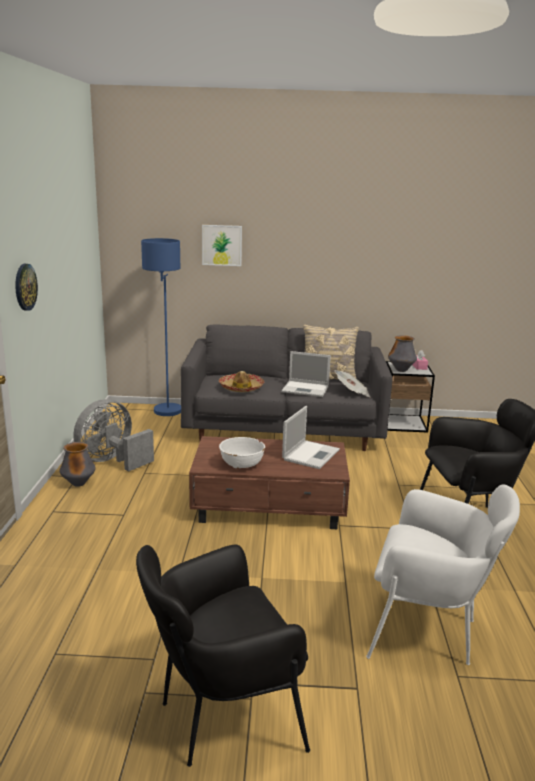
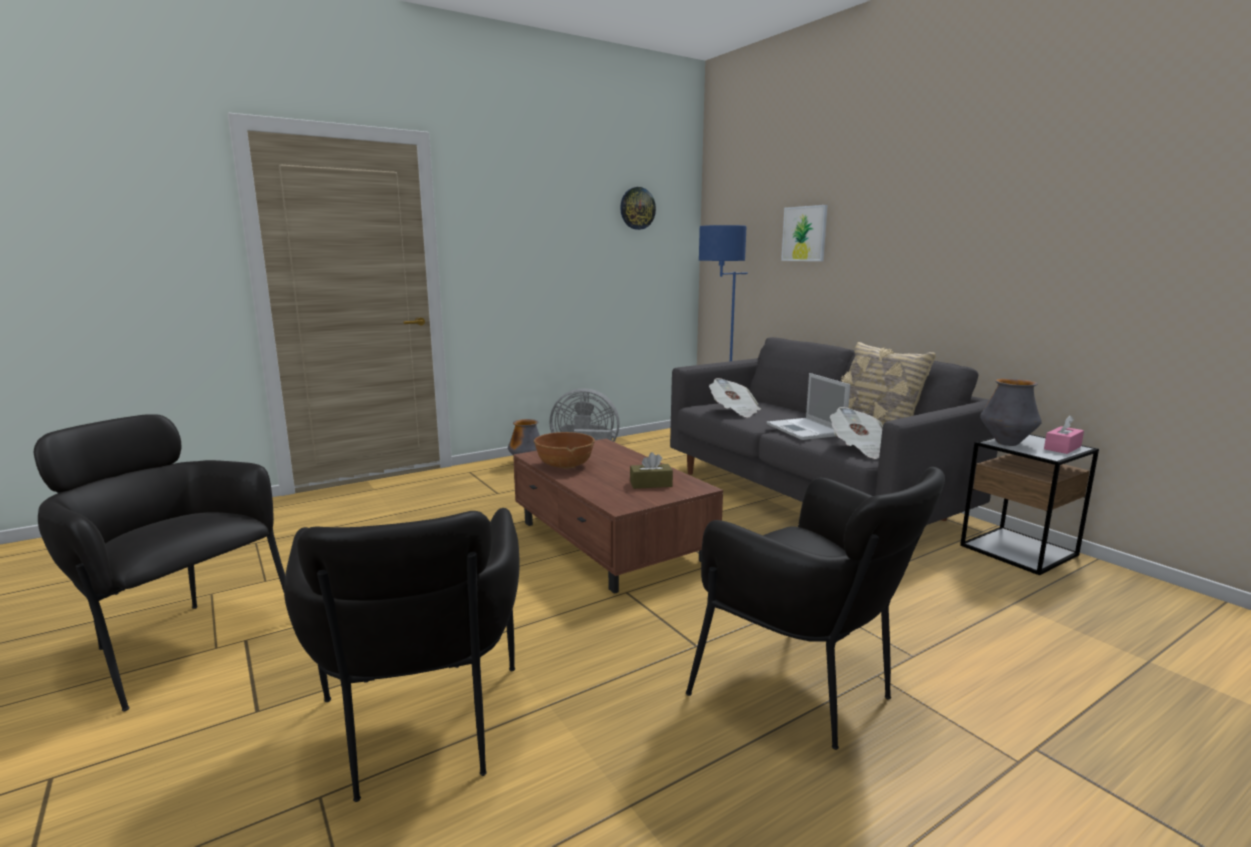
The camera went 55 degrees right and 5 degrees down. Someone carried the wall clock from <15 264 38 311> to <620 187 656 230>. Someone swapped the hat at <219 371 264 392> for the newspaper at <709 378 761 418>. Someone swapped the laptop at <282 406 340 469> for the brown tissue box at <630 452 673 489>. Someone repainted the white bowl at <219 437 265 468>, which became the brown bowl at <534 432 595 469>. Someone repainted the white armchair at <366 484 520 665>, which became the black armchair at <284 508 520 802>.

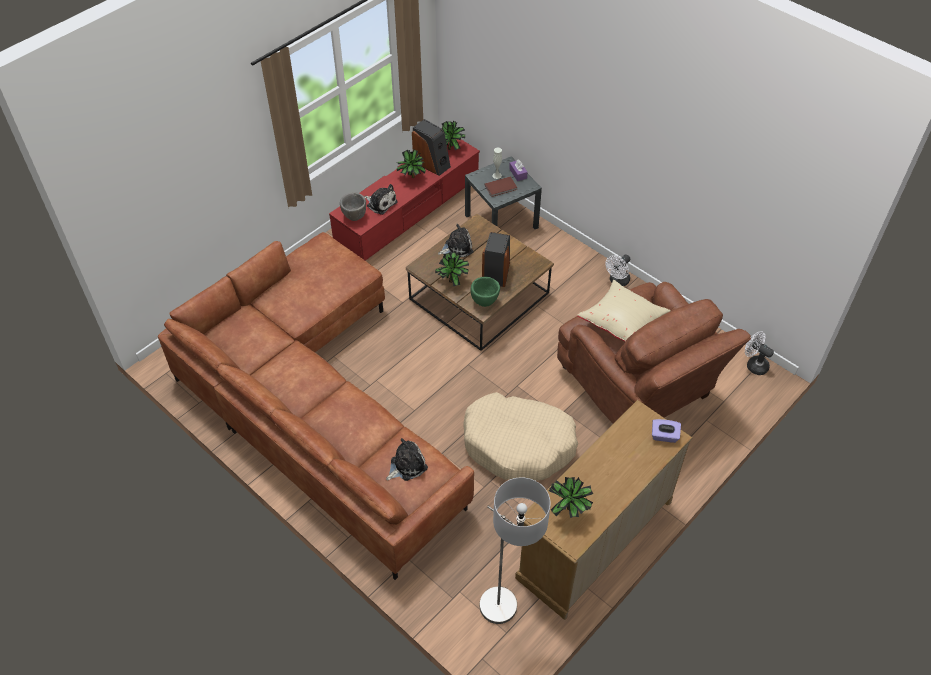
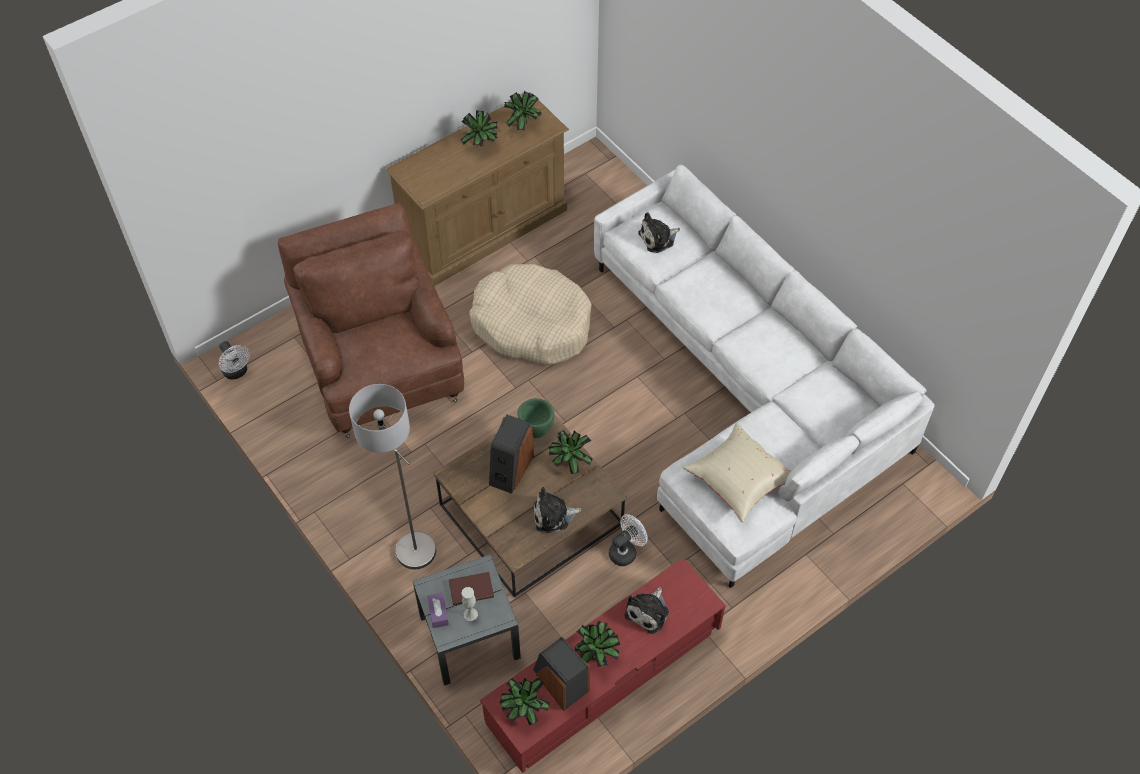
The camera went 170 degrees left and 5 degrees up. Someone rotated the plush toy at <364 184 398 215> by 105 degrees counterclockwise. Someone took away the grey bowl at <340 192 366 221>. Someone repainted the brown sofa at <158 232 474 580>, which became the white sofa at <594 165 935 588>. Someone carried the white fan from <605 255 630 286> to <609 514 648 566>. Someone carried the beige pillow from <577 280 671 342> to <683 423 791 522>. Someone took away the purple tissue box at <652 419 681 443>. Someone carried the grey floor lamp from <480 477 551 624> to <349 384 436 569>. Someone put down the potted plant at <461 110 498 146>.

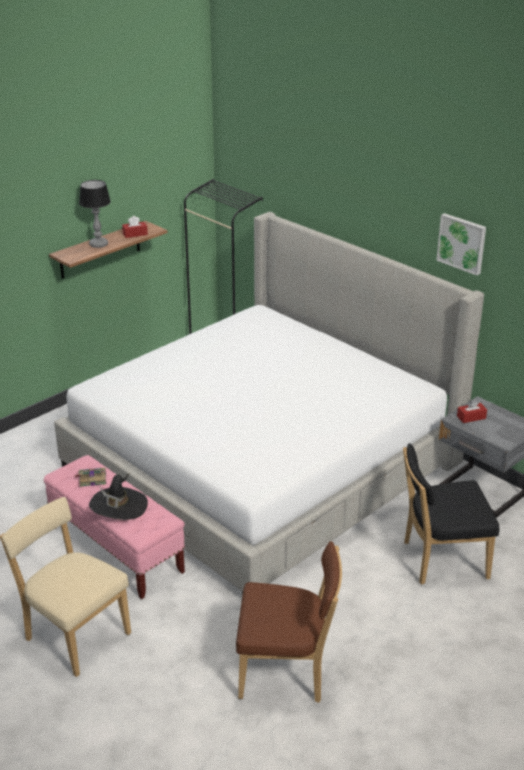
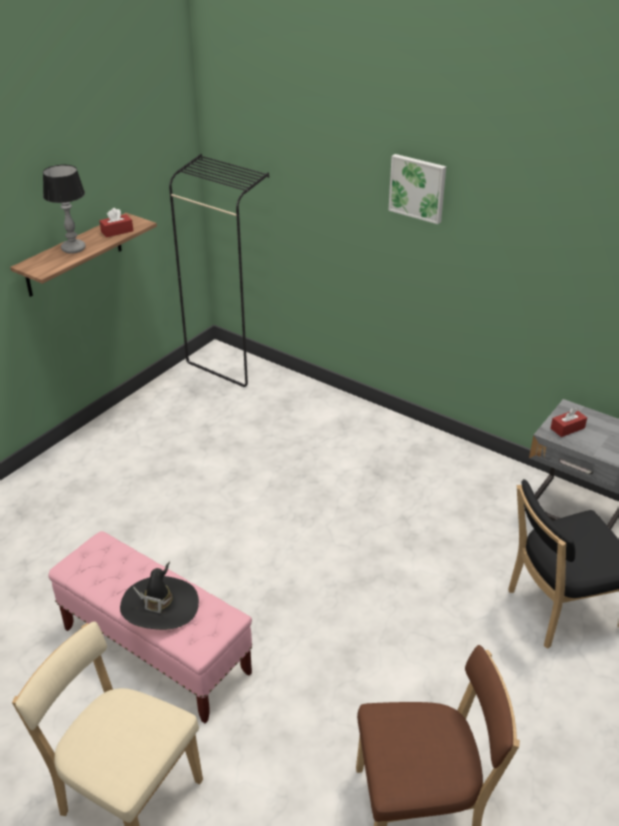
The camera went 10 degrees left and 5 degrees up. Someone took away the bed at <54 212 484 593>. Someone carried the picture from <436 213 486 275> to <388 154 446 224>. Someone took away the book at <74 468 106 487>.

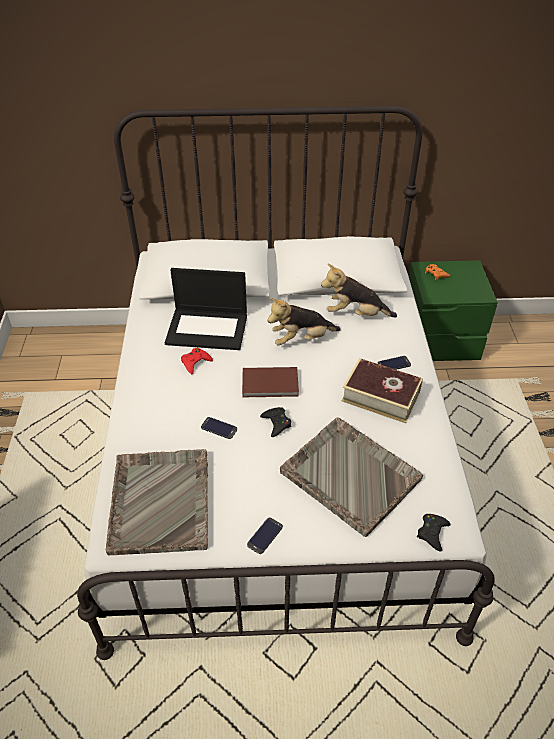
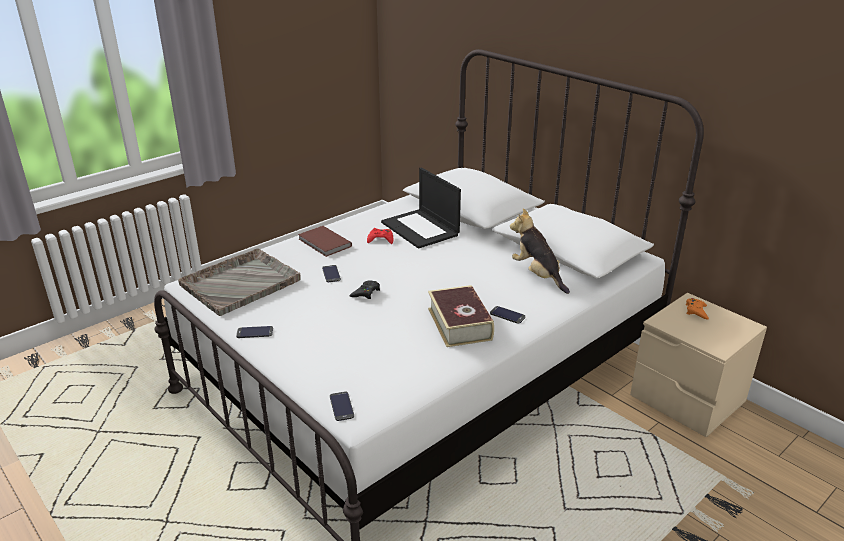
The camera went 50 degrees right and 15 degrees down. Someone repainted the green nightstand at <409 260 498 361>, which became the beige nightstand at <630 293 767 437>. Someone took away the plush toy at <268 298 341 346>. Someone carried the brown book from <242 367 299 397> to <298 226 352 257>. Someone took away the grey tray at <280 418 423 537>. Someone swapped the black game controller at <417 514 451 552> for the phone at <330 391 354 421>.

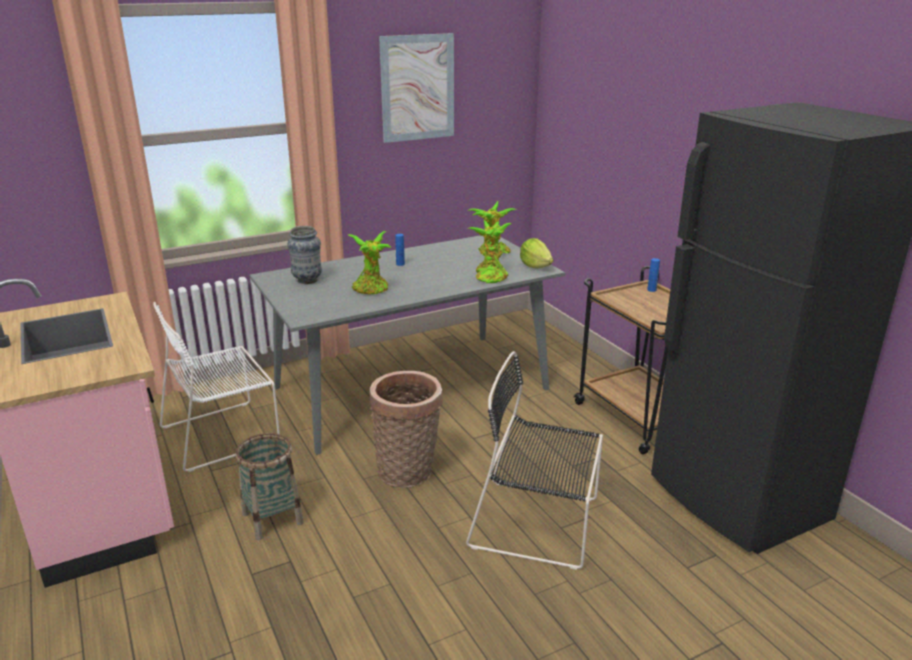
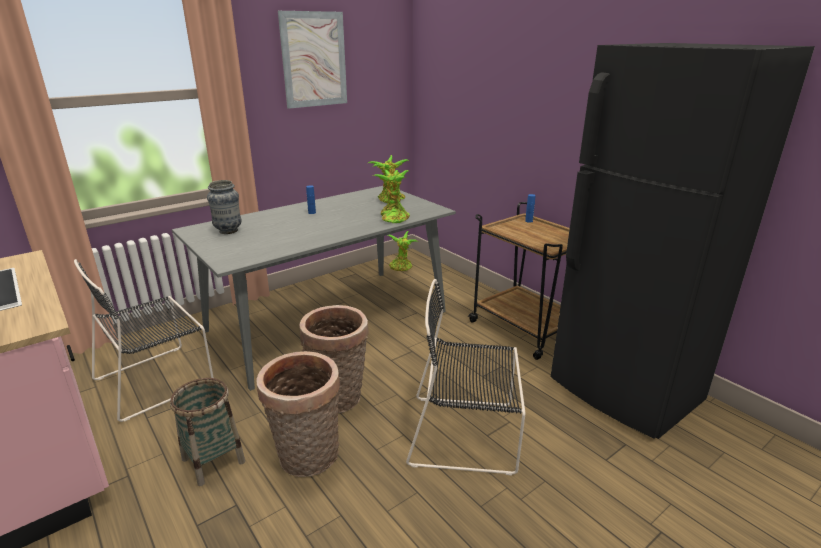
The camera went 10 degrees left and 0 degrees up. Someone carried the potted plant from <349 231 392 294> to <388 231 418 271>. Someone took away the lettuce at <520 238 554 269>. Someone repainted the white chair at <153 302 280 472>, which became the black chair at <74 259 214 422>. Someone put down the basket at <256 351 340 477>.

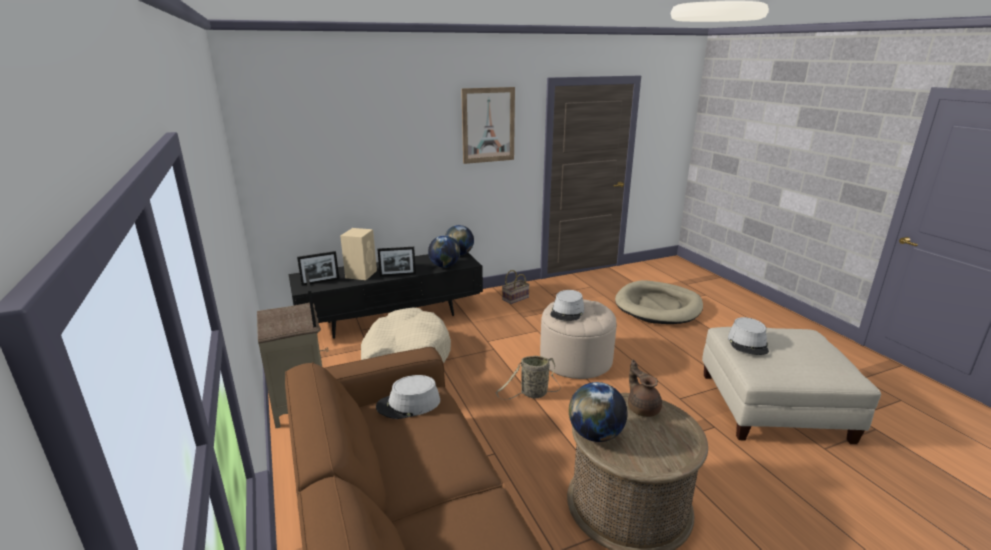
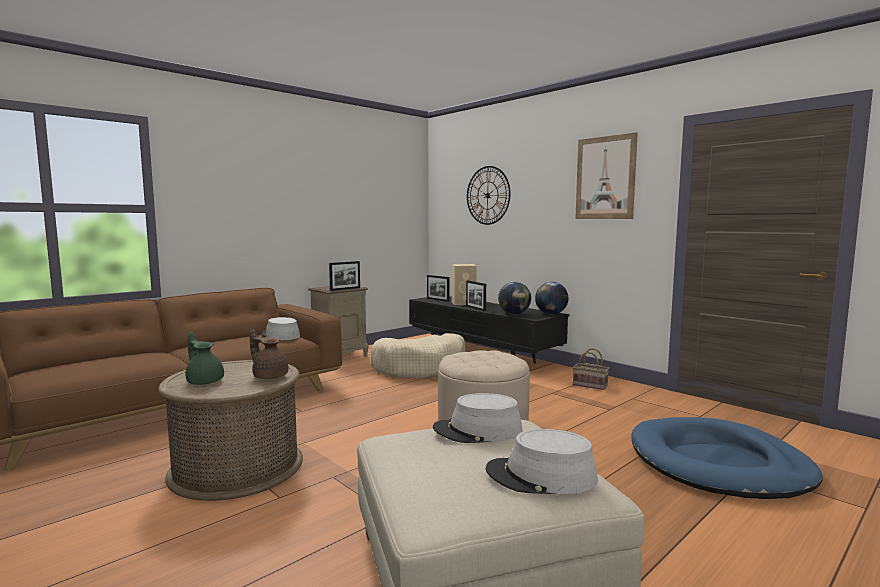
The camera went 70 degrees right and 15 degrees down. Someone repainted the beige dog bed at <615 280 703 324>, which became the blue dog bed at <631 417 823 499>. Someone carried the grey hat from <550 290 584 321> to <486 429 598 494>. Someone took away the basket at <496 356 561 400>. Someone rotated the brown teapot at <628 360 662 417> by 105 degrees counterclockwise. Someone took away the globe at <569 382 628 442>. Someone put up the wall clock at <467 166 510 225>. Someone put down the green teapot at <185 332 224 385>.

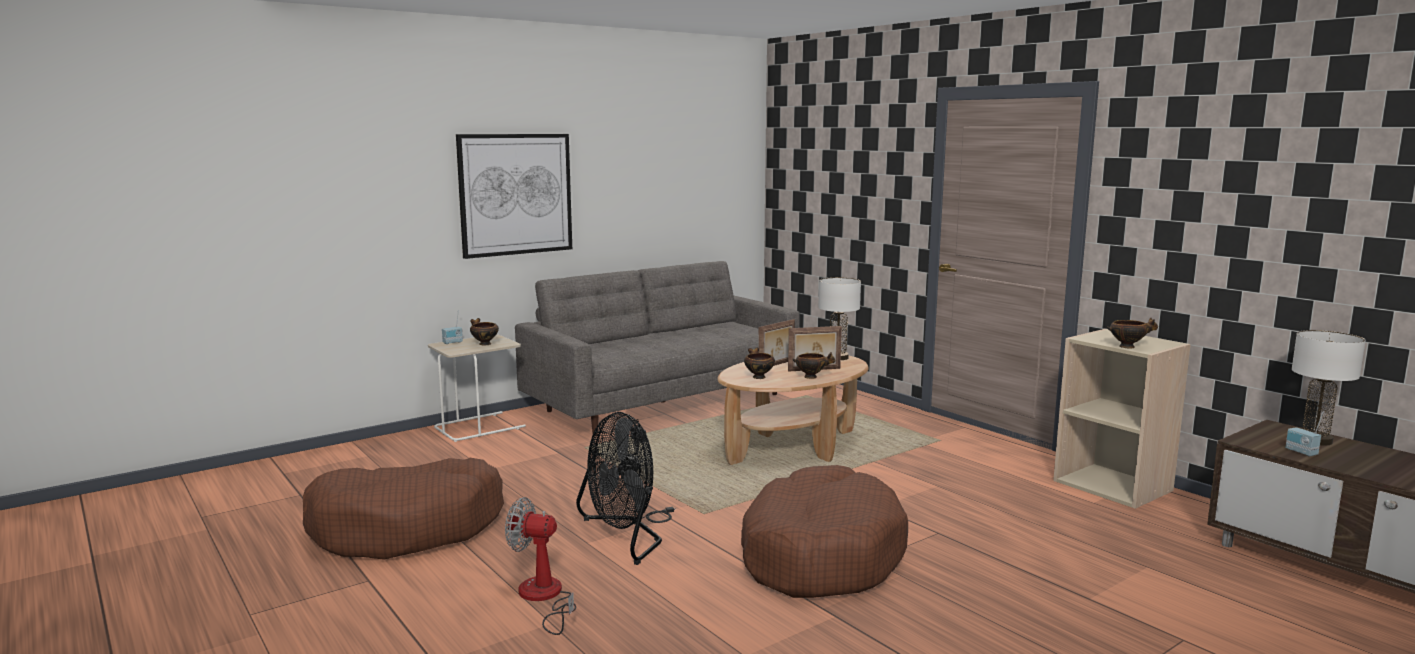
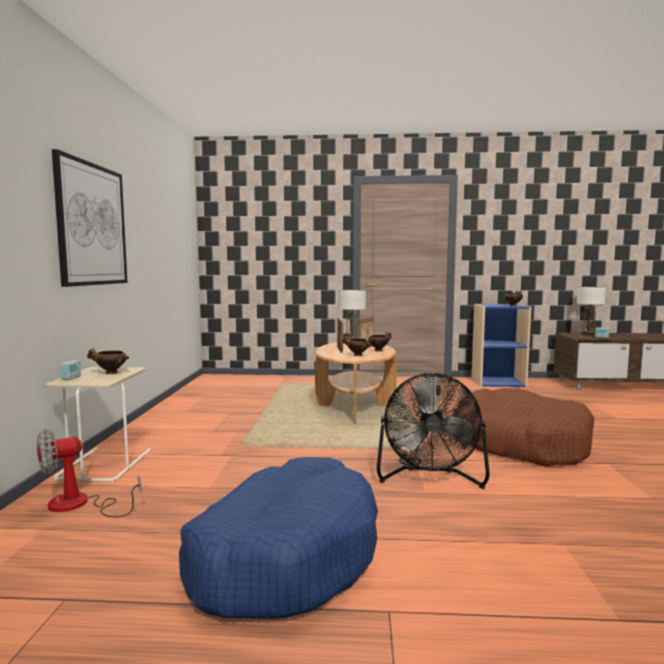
The camera went 50 degrees left and 5 degrees down. Someone took away the grey sofa at <515 261 800 436>. Someone repainted the beige bookcase at <1053 329 1191 509>, which became the blue bookcase at <472 304 531 387>. Someone repainted the brown dog bed at <303 458 504 560>, which became the blue dog bed at <179 457 378 619>. Someone carried the fan from <505 497 576 635> to <37 429 142 517>.

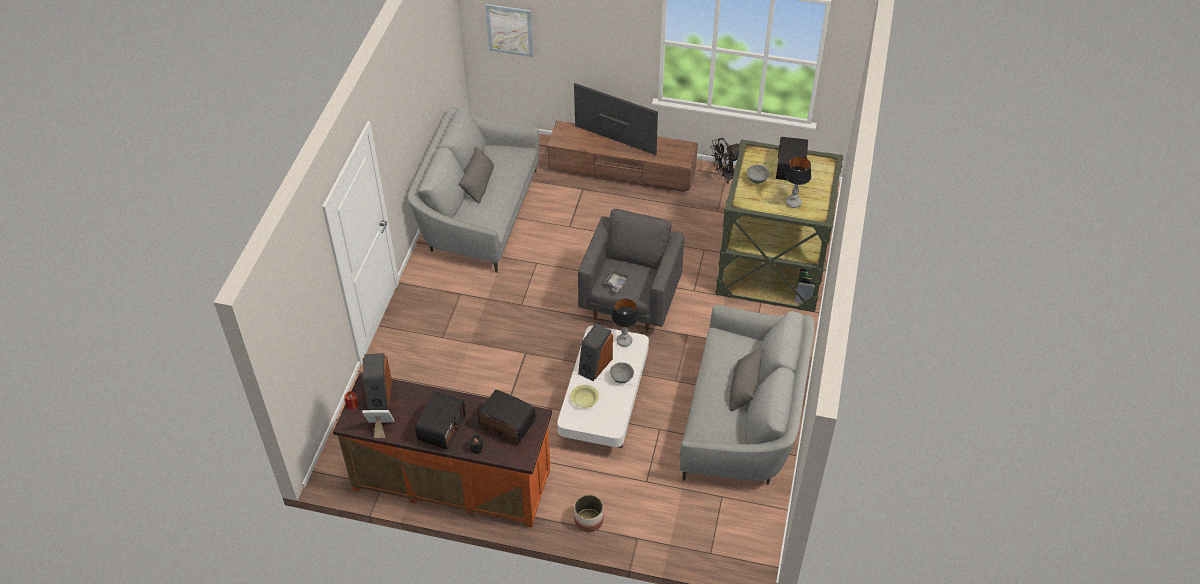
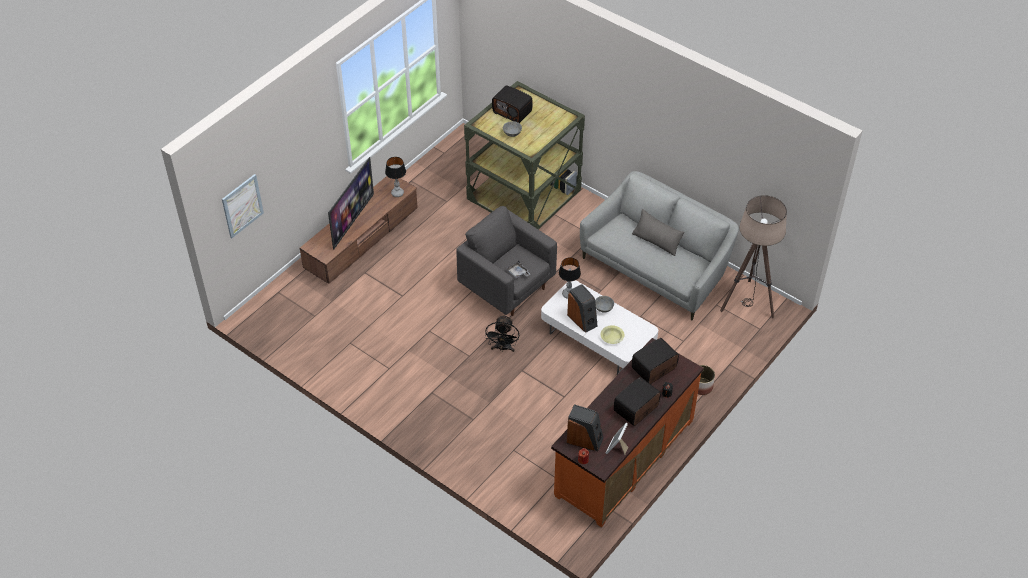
The camera went 65 degrees left and 0 degrees up. Someone rotated the television at <574 83 658 155> by 150 degrees clockwise. Someone took away the grey sofa at <408 107 539 273>. Someone carried the black fan from <712 138 740 184> to <485 314 519 352>. Someone carried the table lamp from <785 156 811 208> to <385 157 406 197>. Someone rotated the radio at <415 392 466 449> by 90 degrees counterclockwise. Someone put down the floor lamp at <720 195 787 318>.

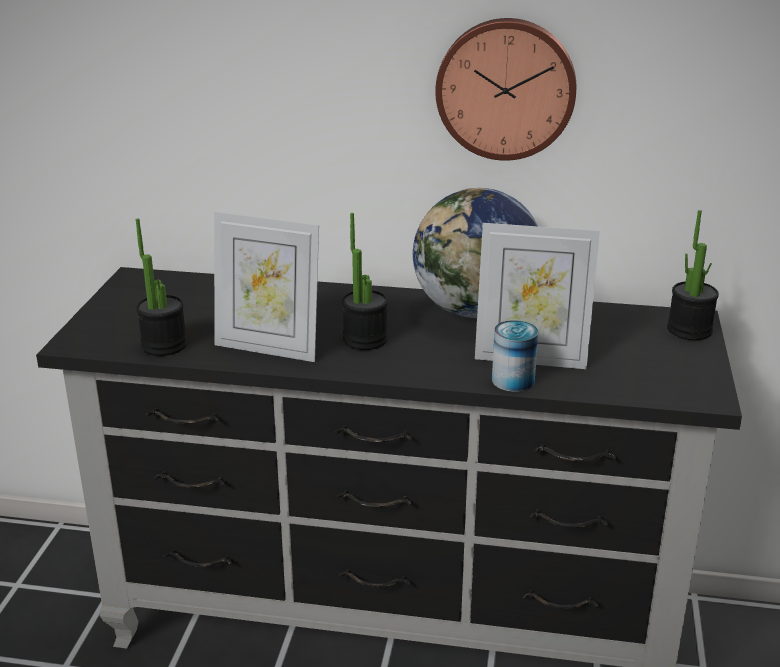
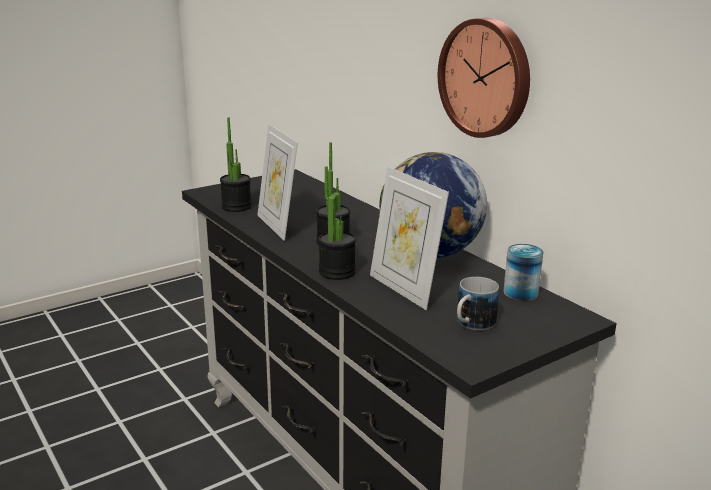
The camera went 45 degrees right and 5 degrees down. Someone carried the potted plant from <667 210 719 340> to <318 166 356 280>. Someone carried the can from <492 320 538 392> to <503 244 543 301>. Someone put down the mug at <457 277 499 330>.

